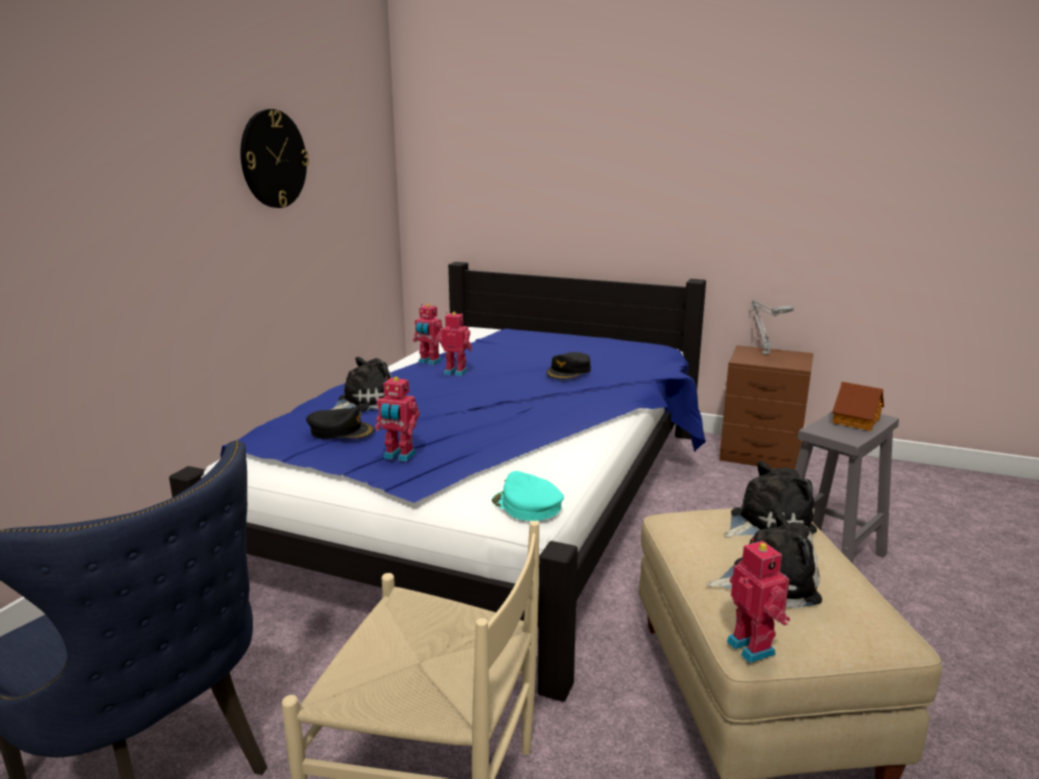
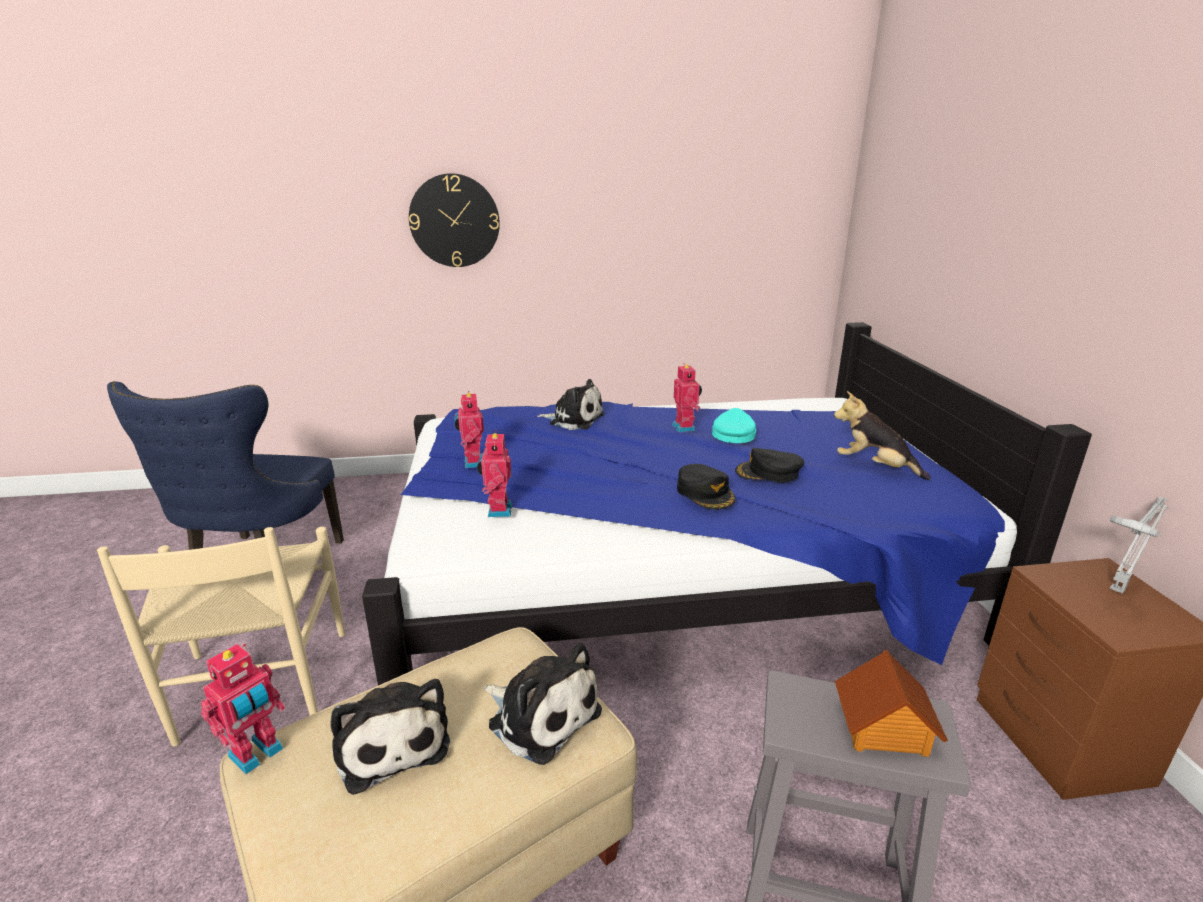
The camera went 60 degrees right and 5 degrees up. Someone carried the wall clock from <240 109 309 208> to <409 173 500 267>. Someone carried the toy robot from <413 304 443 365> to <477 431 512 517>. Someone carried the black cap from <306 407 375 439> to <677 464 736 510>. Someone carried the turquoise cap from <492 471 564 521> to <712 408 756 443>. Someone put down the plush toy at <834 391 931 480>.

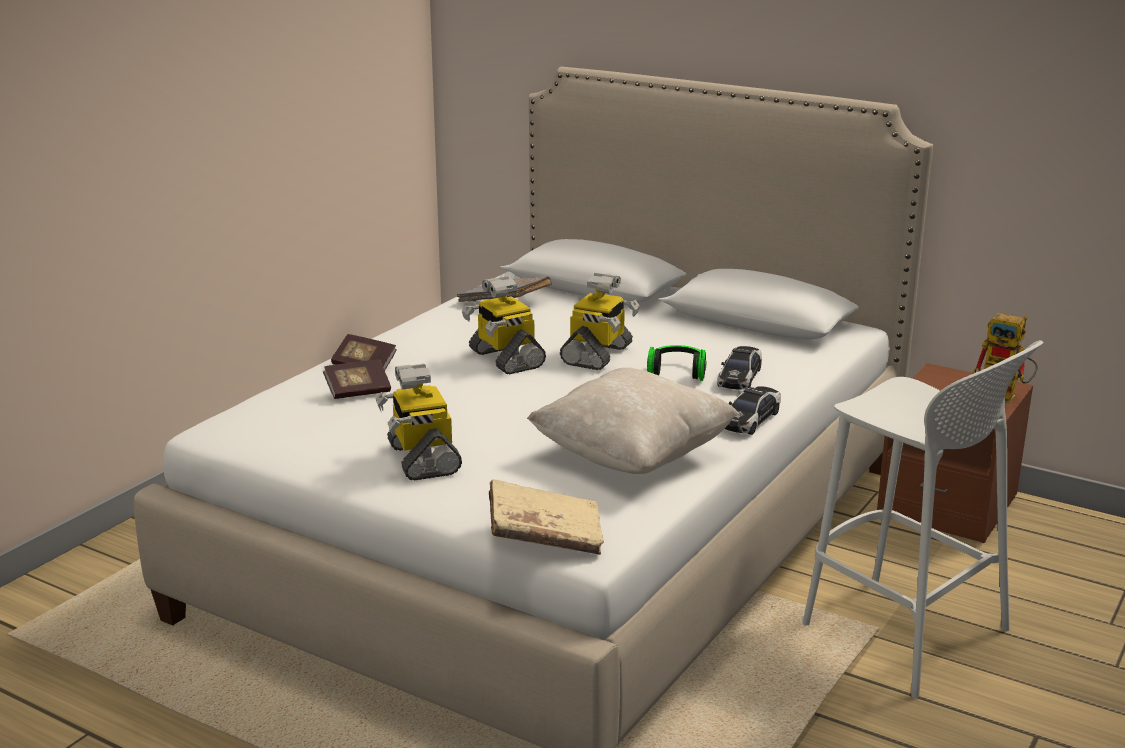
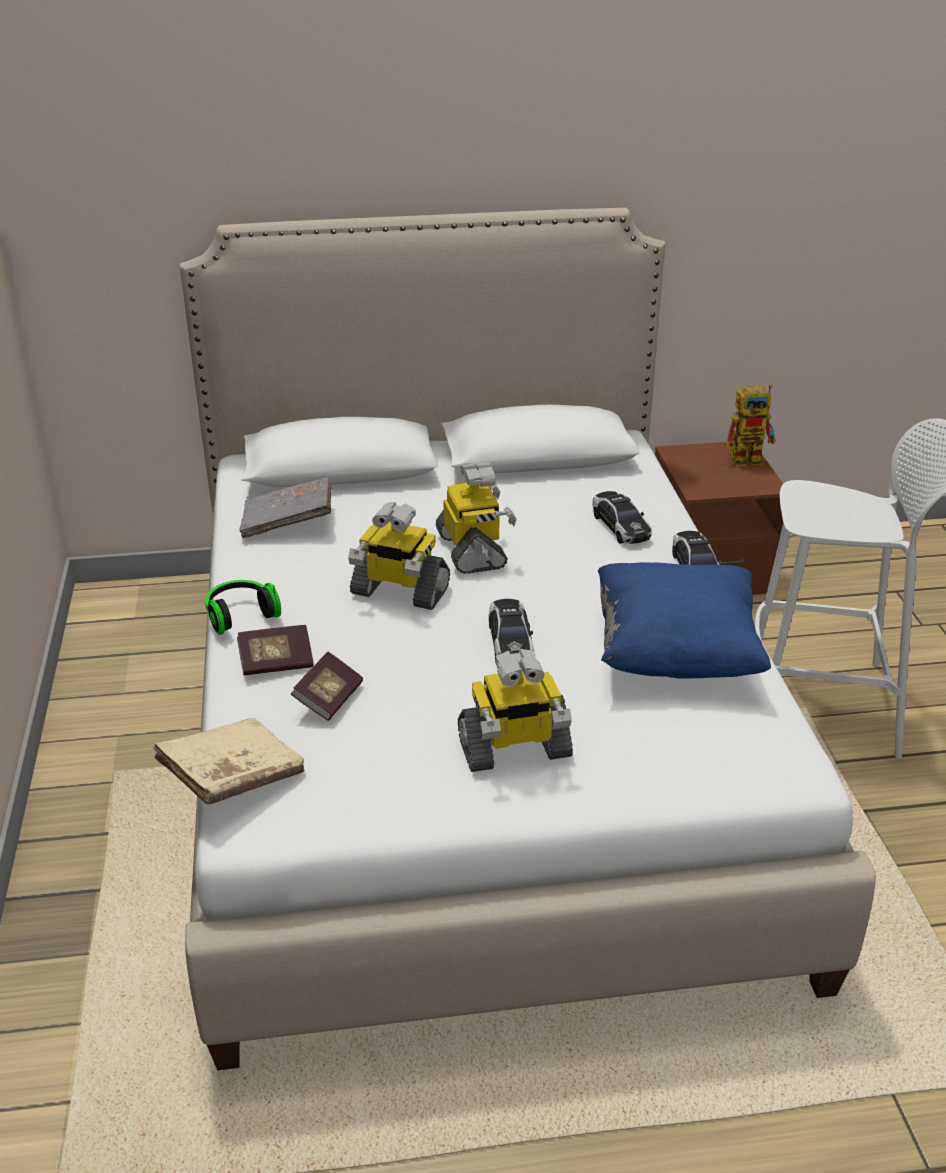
The camera went 40 degrees left and 10 degrees up. Someone carried the headphones from <647 345 707 381> to <205 580 281 635>. Someone rotated the toy robot at <376 364 462 481> by 45 degrees counterclockwise. Someone repainted the beige pillow at <527 368 739 474>, which became the blue pillow at <598 562 771 679>. Someone carried the beige book from <489 479 604 555> to <153 718 305 805>. Someone put down the toy car at <489 599 534 663>.

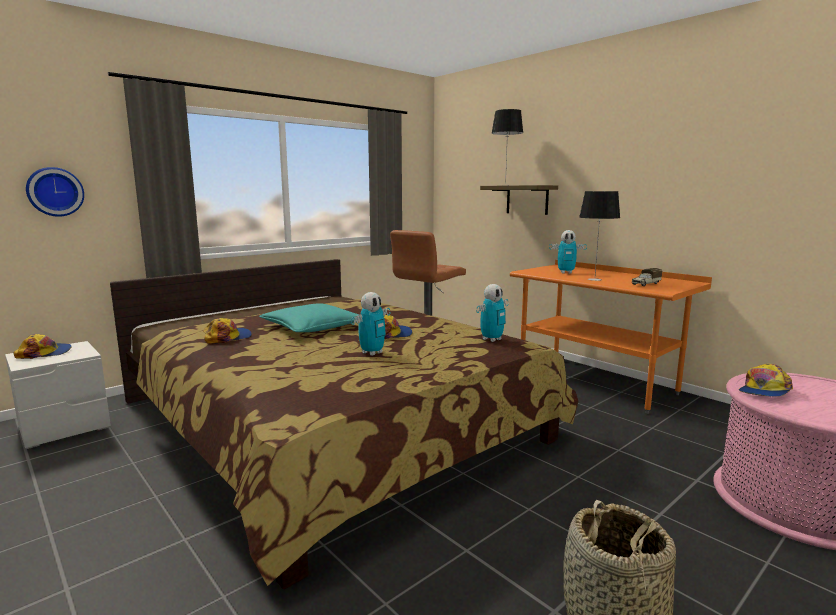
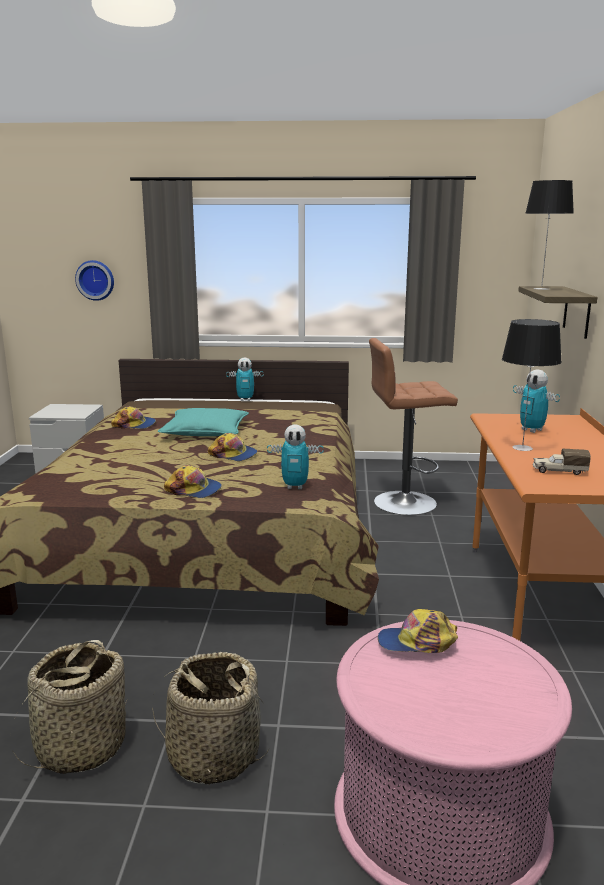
The camera went 45 degrees right and 5 degrees up. Someone carried the toy robot from <351 292 390 356> to <226 358 264 401>. Someone carried the cap from <13 334 72 359> to <164 465 222 498>. Someone put down the basket at <152 652 269 785>.

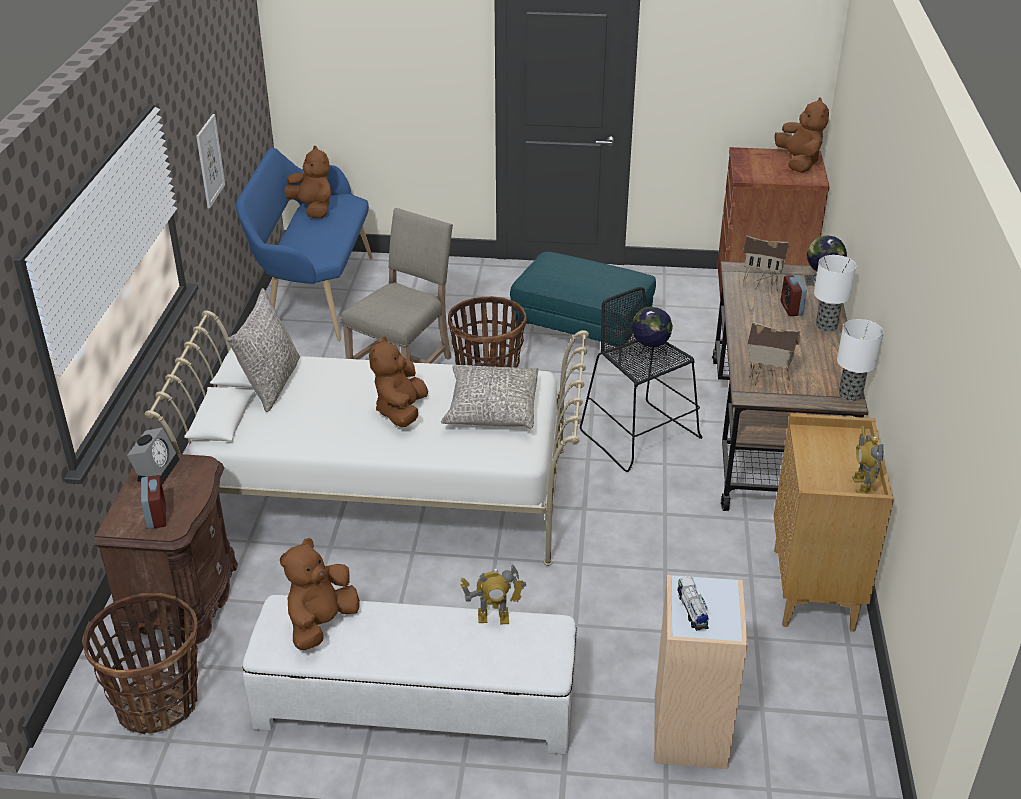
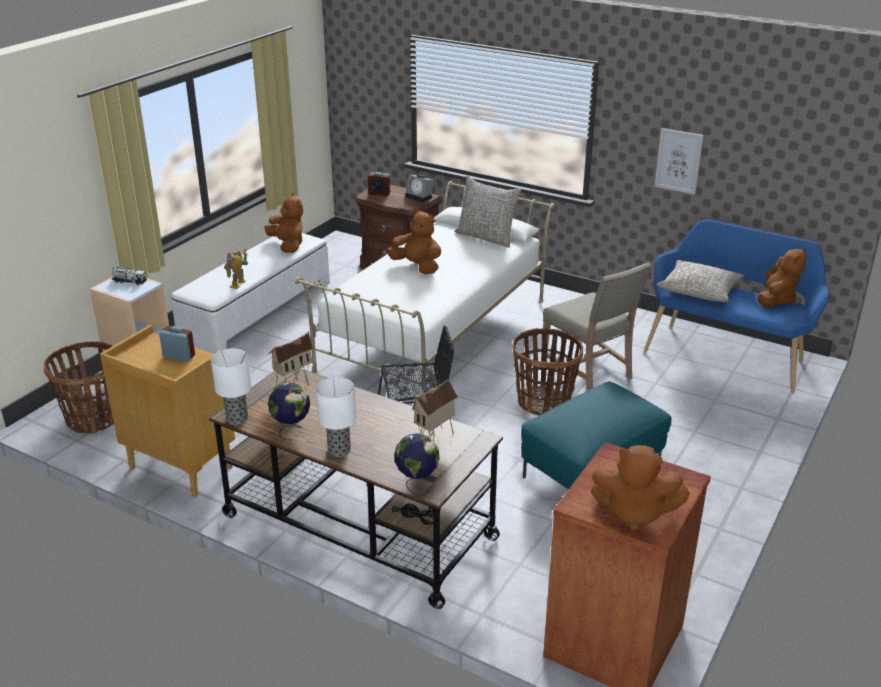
The camera went 115 degrees right and 5 degrees down. Someone rotated the brown plush toy at <285 146 331 218> by 45 degrees counterclockwise. Someone carried the alarm clock from <781 275 807 316> to <159 326 195 362>. Someone carried the globe from <632 307 673 359> to <268 383 310 440>. Someone carried the grey pillow from <441 365 538 428> to <657 260 744 302>. Someone took away the toy robot at <852 426 884 494>. Someone carried the basket from <82 593 198 735> to <44 342 114 434>.

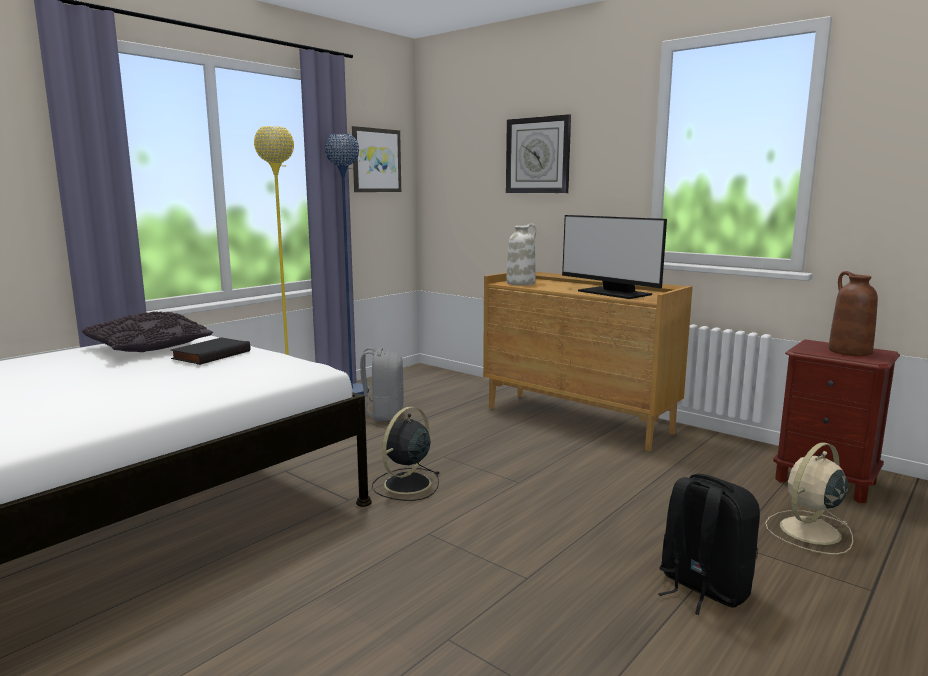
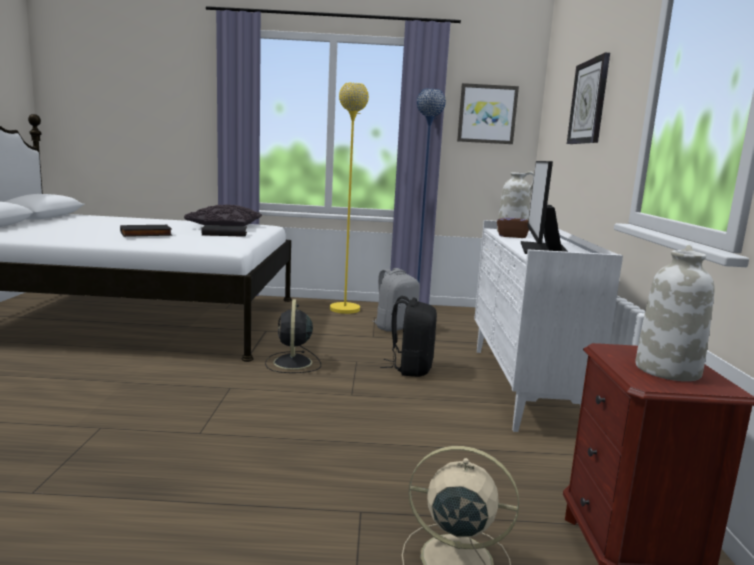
The camera went 50 degrees right and 0 degrees up. Someone repainted the brown vase at <828 271 878 356>, which became the white vase at <635 245 715 381>. Someone repainted the brown dresser at <483 272 693 451>, which became the white dresser at <474 220 623 432>. Someone rotated the black fan at <372 407 439 501> by 90 degrees counterclockwise. Someone carried the black backpack from <658 474 760 615> to <380 296 437 377>. Someone put down the brown tissue box at <497 211 529 238>. Someone put down the black book at <120 225 172 237>.

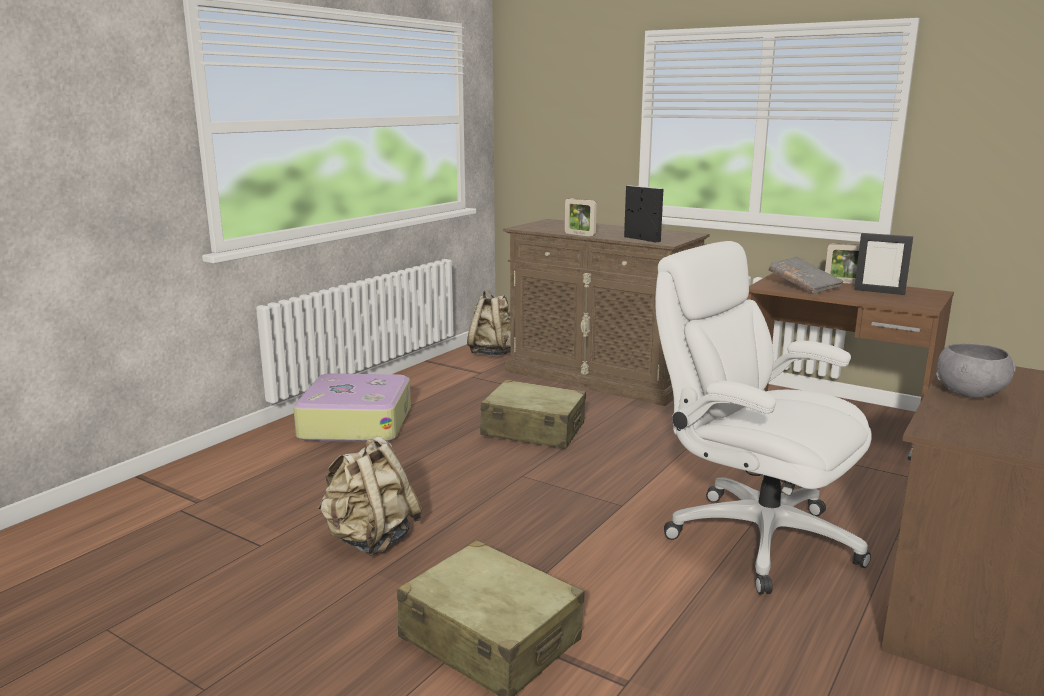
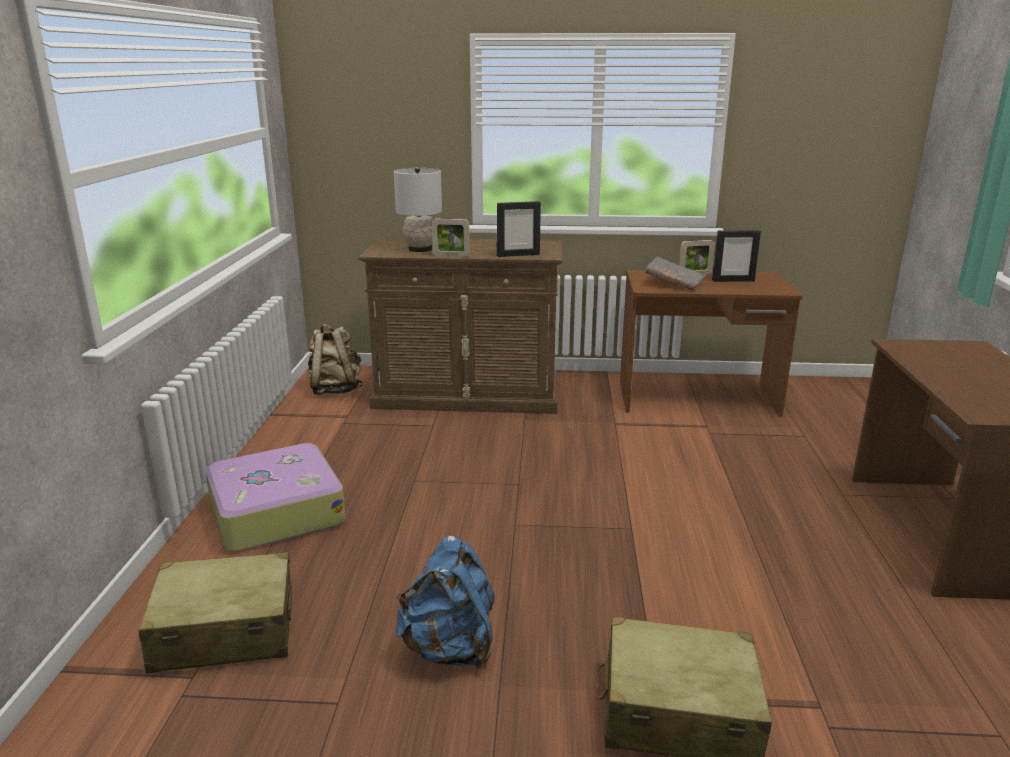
The camera went 30 degrees left and 5 degrees up. Someone rotated the picture frame at <624 185 663 242> by 150 degrees clockwise. Someone took away the white office chair at <655 241 872 594>. Someone took away the grey bowl at <936 343 1016 398>. Someone carried the beige suitcase from <480 380 586 449> to <139 552 292 674>. Someone repainted the beige backpack at <318 436 422 556>, which became the blue backpack at <396 536 495 669>. Someone put down the white table lamp at <394 167 442 252>.

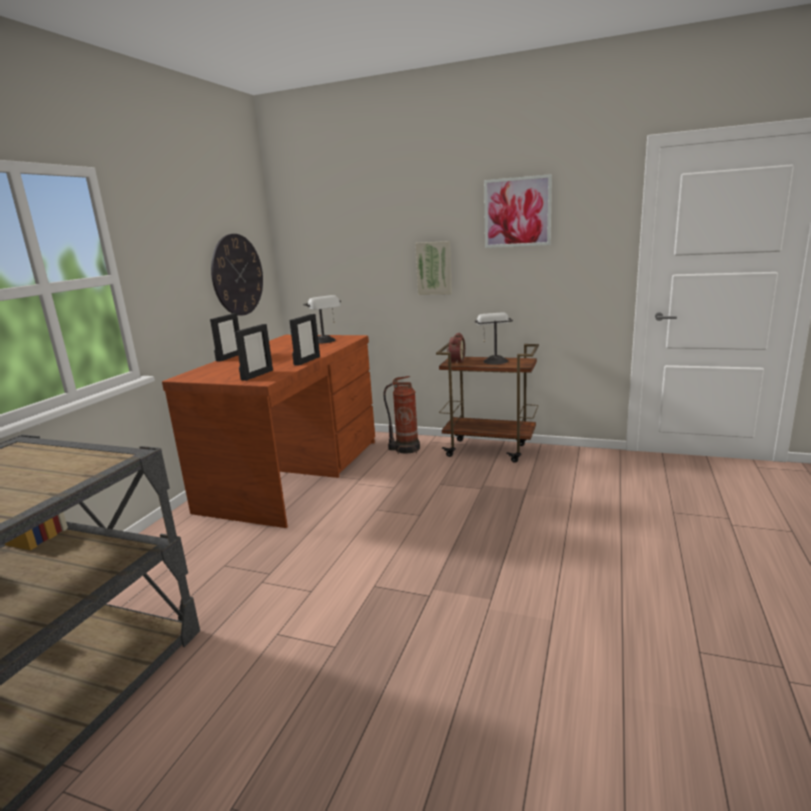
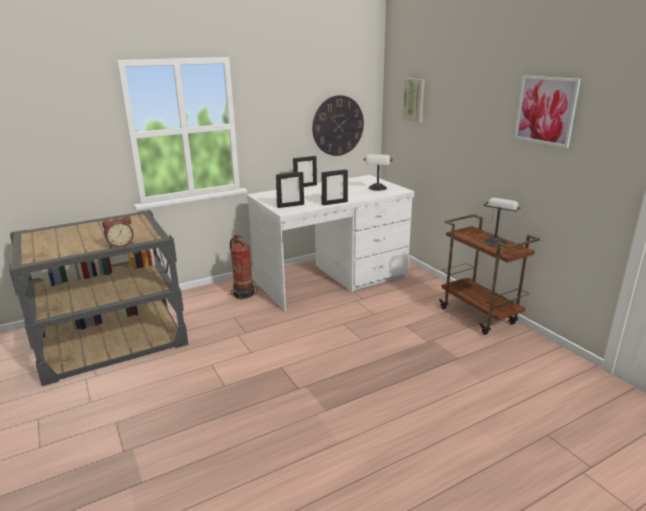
The camera went 40 degrees right and 5 degrees up. Someone carried the picture from <415 241 452 295> to <402 78 425 123>. Someone carried the alarm clock from <447 333 465 364> to <102 216 134 248>. Someone repainted the brown desk at <162 335 375 528>, which became the white desk at <247 175 414 311>. Someone carried the fire extinguisher from <383 376 420 454> to <230 235 258 300>.

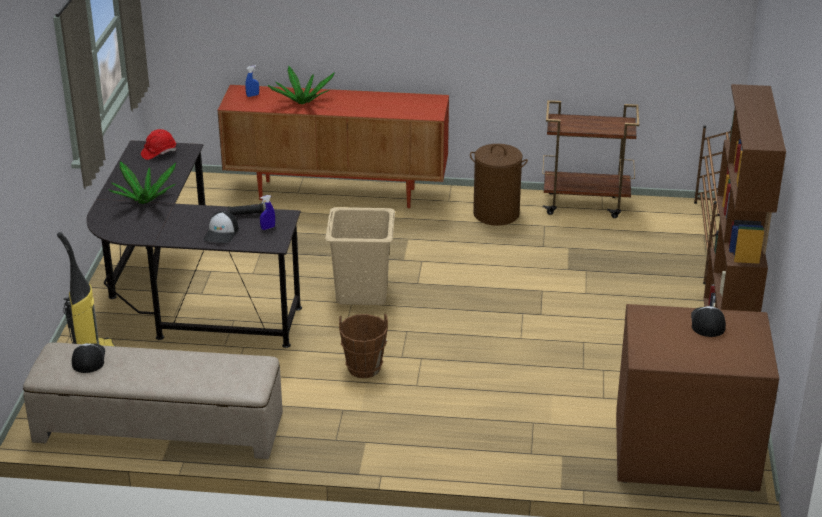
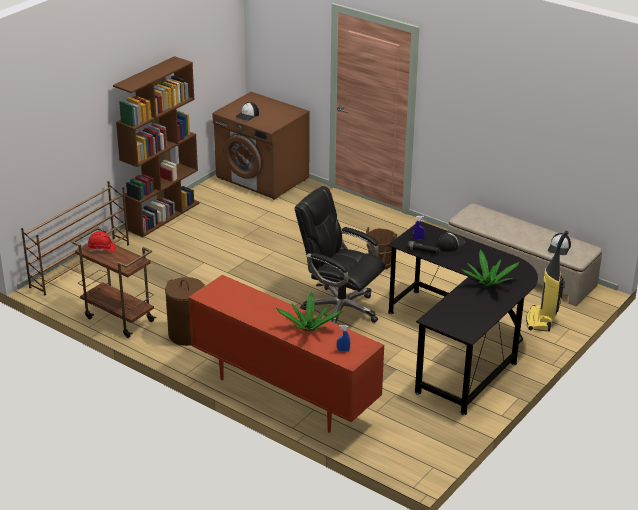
The camera went 150 degrees left and 0 degrees up. Someone carried the red hard hat from <141 129 176 160> to <87 231 116 252>. Someone swapped the beige laundry basket at <325 207 395 305> for the black office chair at <295 186 385 324>.

